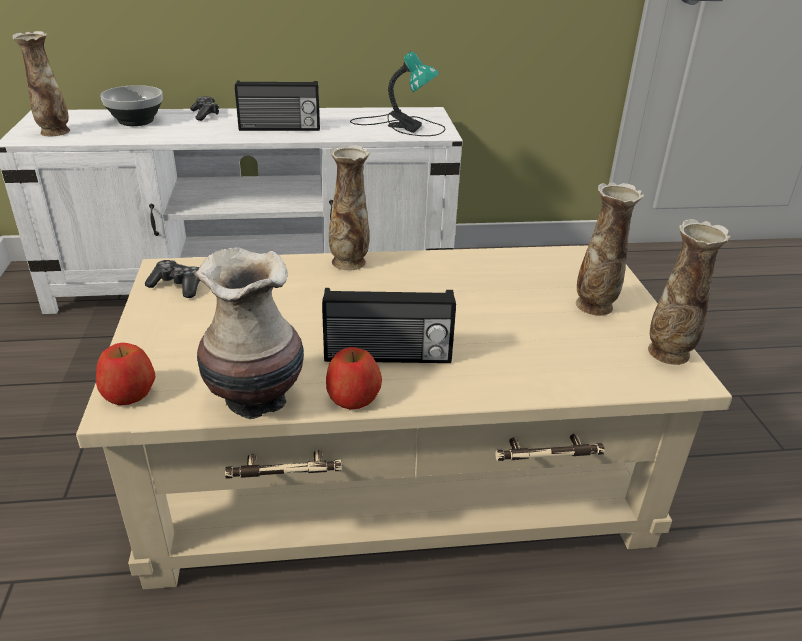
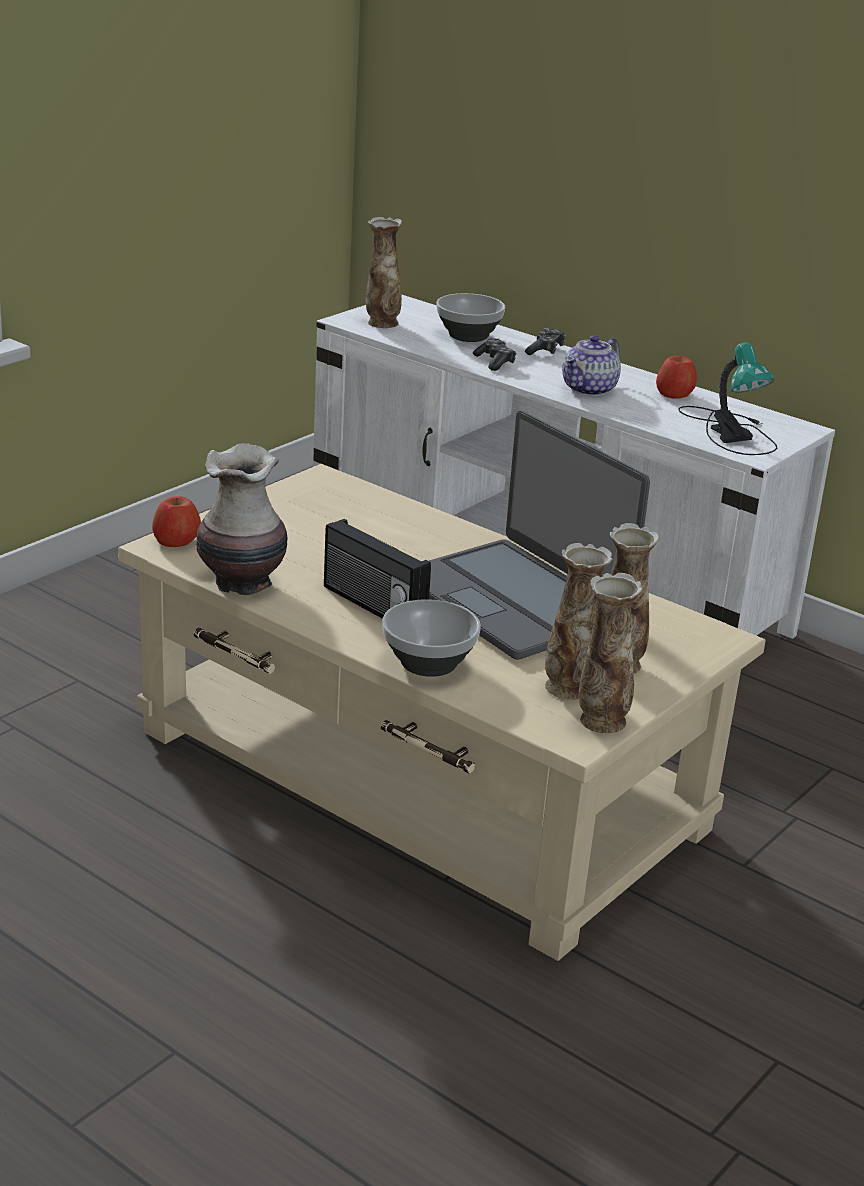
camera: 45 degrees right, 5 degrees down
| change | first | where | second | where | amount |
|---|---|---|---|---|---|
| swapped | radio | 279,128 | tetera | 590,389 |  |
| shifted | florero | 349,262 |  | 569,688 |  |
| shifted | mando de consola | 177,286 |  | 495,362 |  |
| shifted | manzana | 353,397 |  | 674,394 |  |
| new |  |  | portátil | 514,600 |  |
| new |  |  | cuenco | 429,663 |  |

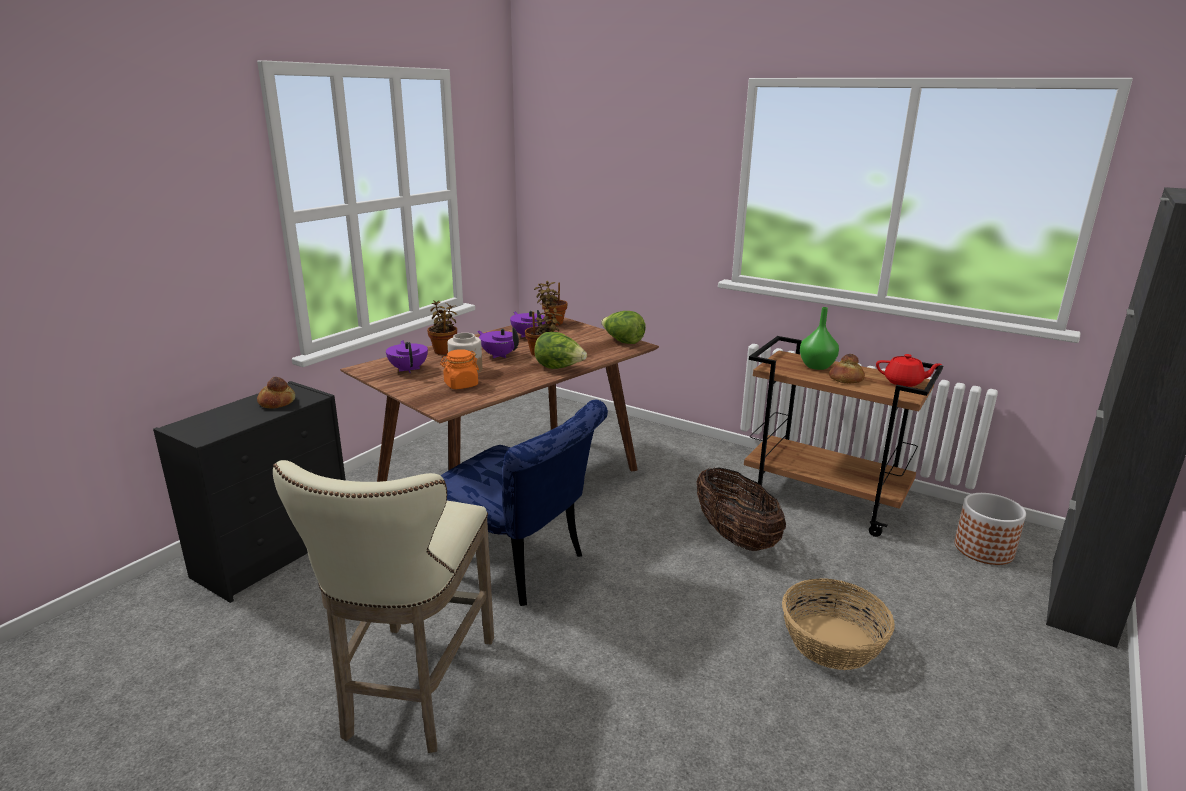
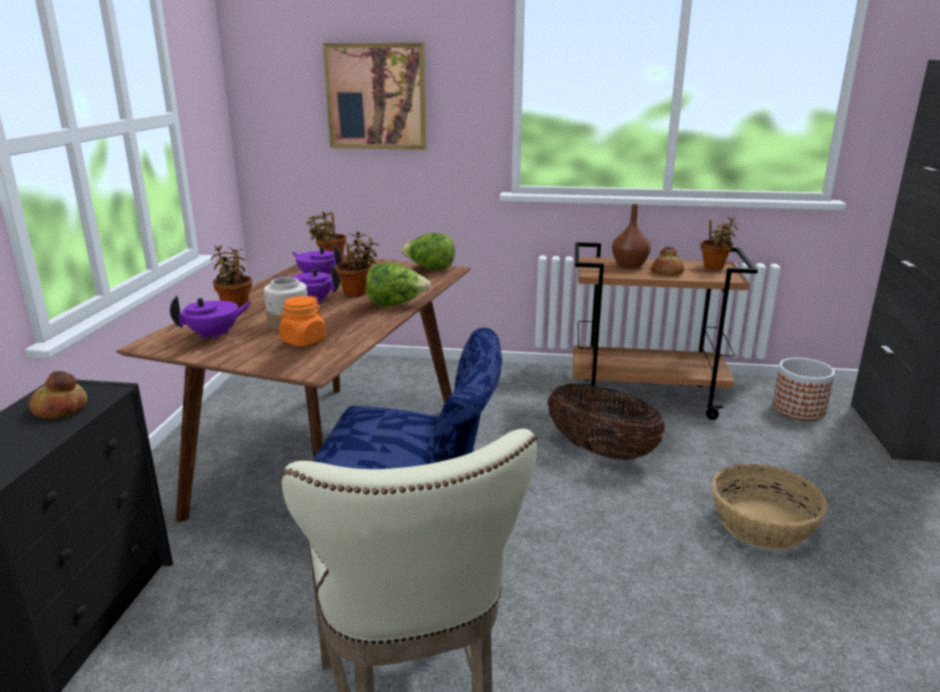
camera: 25 degrees left, 0 degrees up
| change | first | where | second | where | amount |
|---|---|---|---|---|---|
| repainted | florero/verde | 816,366 | florero/marrón | 629,265 |  |
| rotated | tetera/morado | 409,369 |  | 215,335 | 105 degrees clockwise |
| swapped | tetera/rojo | 904,382 | planta en maceta | 714,267 |  |
| new |  |  | cuadro | 376,96 |  |

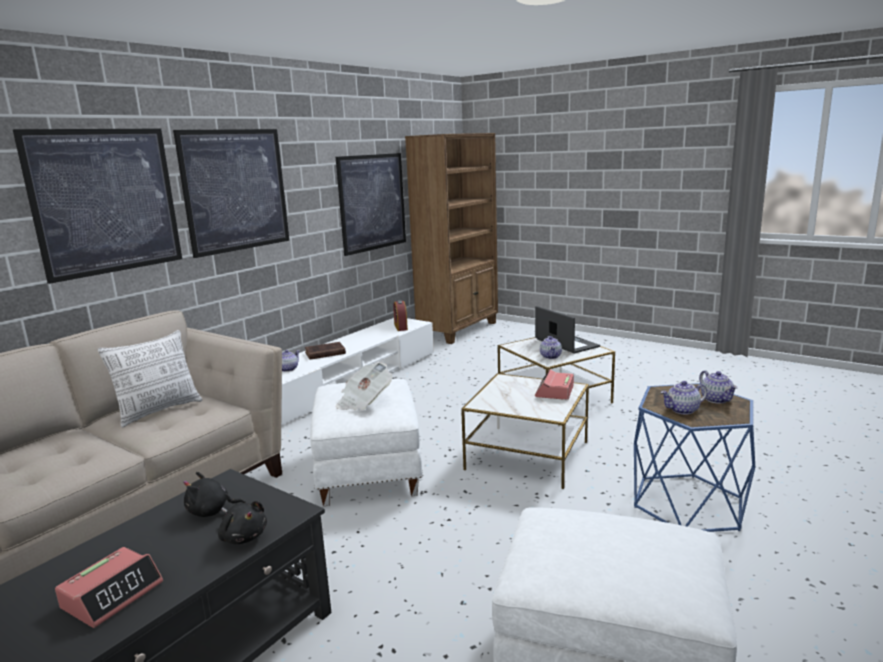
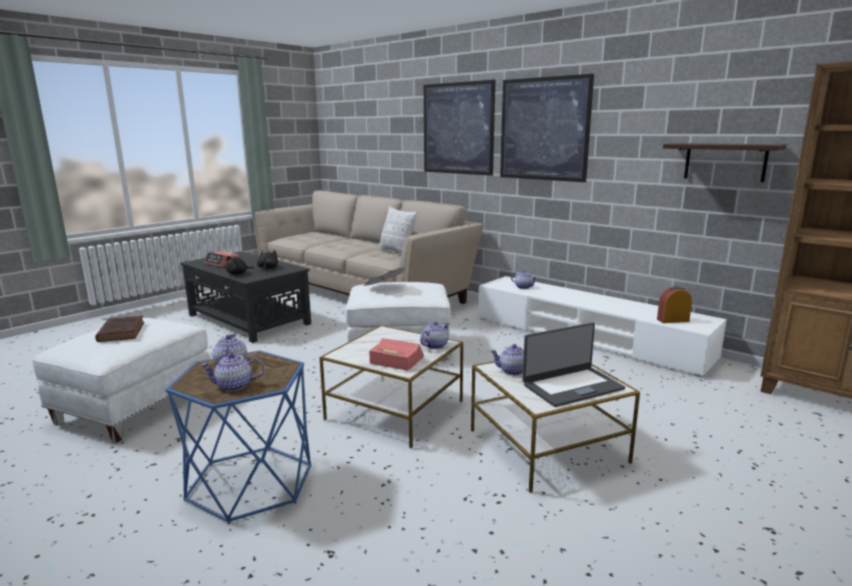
camera: 95 degrees right, 0 degrees up
| change | first | where | second | where | amount |
|---|---|---|---|---|---|
| swapped | cuadro | 372,202 | estante | 725,162 |  |
| shifted | libro/marrón | 324,353 |  | 121,331 |  |
| new |  |  | tetera | 435,345 |  |

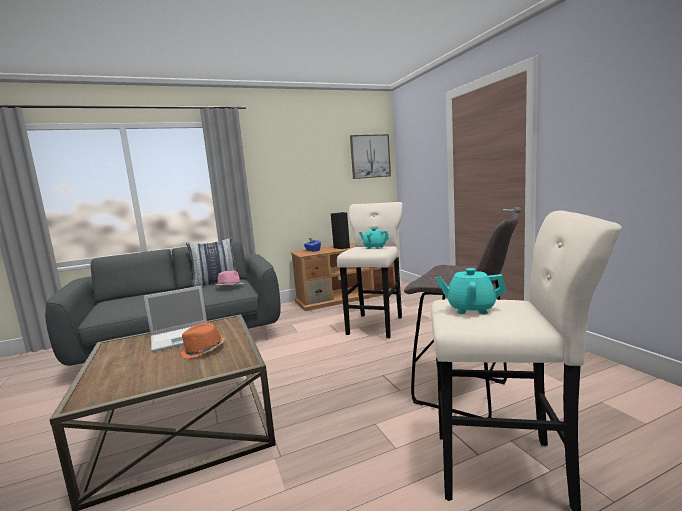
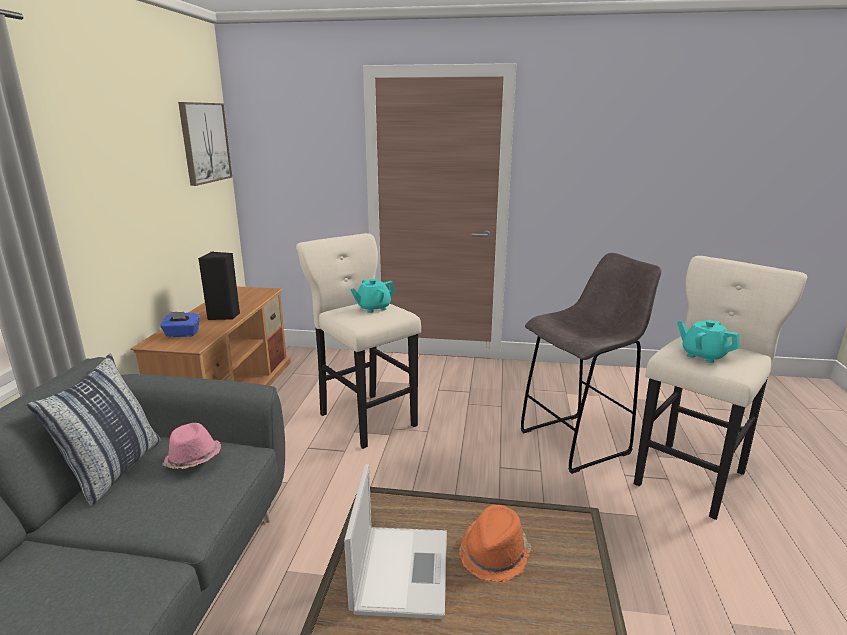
camera: 60 degrees left, 10 degrees up
| change | first | where | second | where | amount |
|---|---|---|---|---|---|
| rotated | tetera/turquesa | 470,309 |  | 703,355 | 90 degrees clockwise |

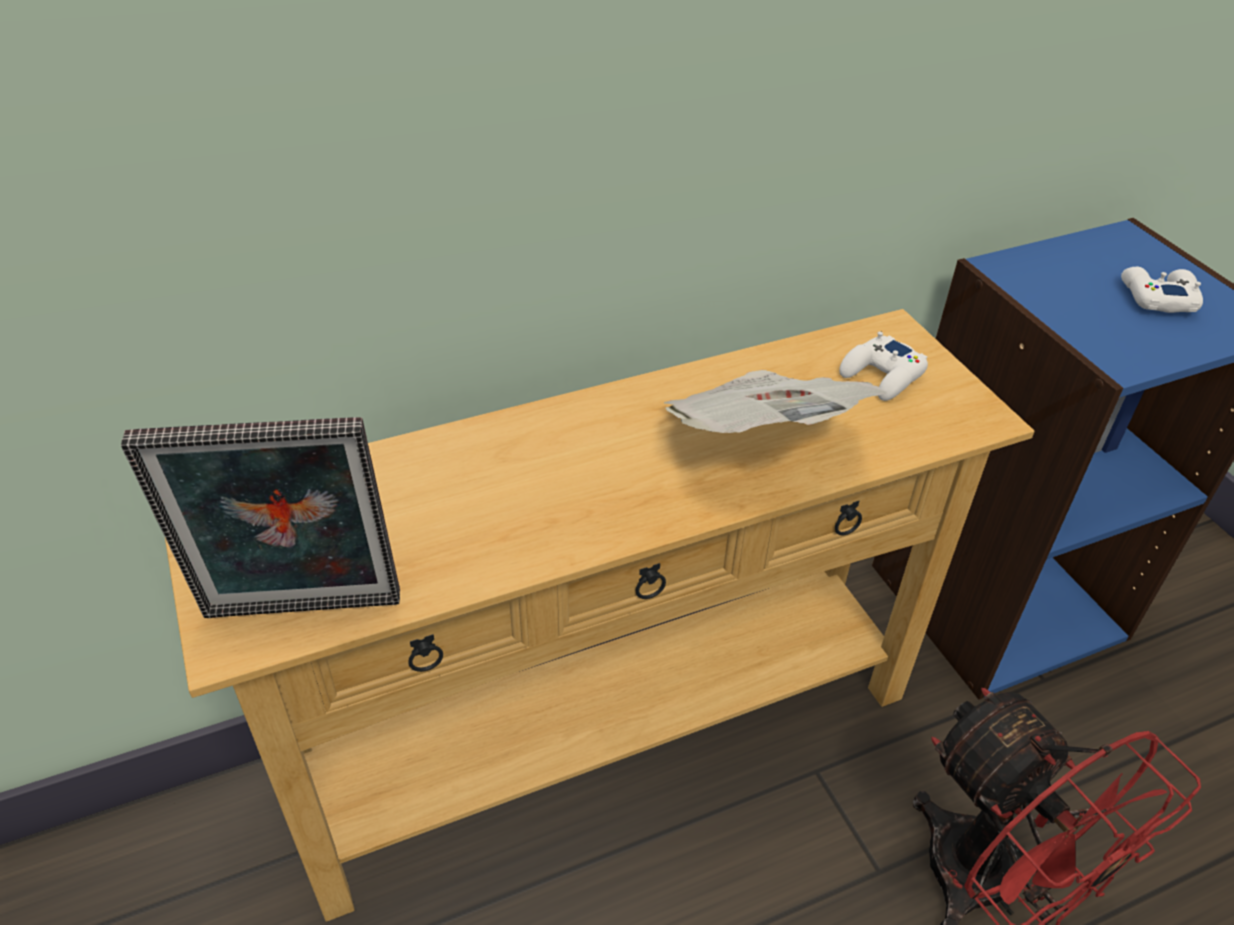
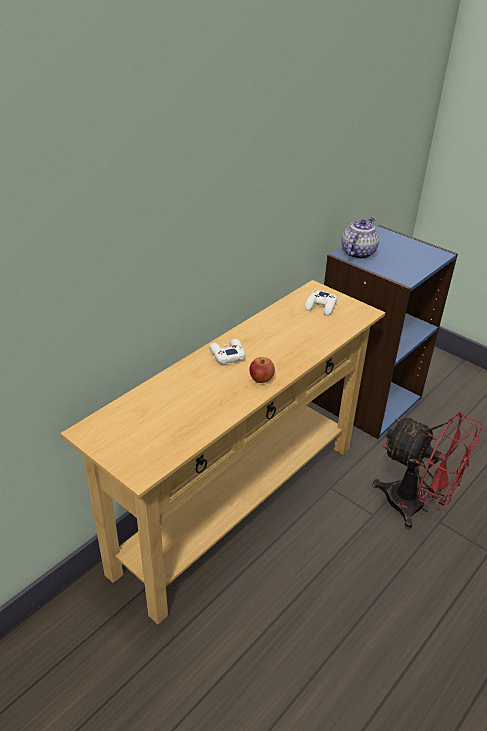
camera: 25 degrees left, 5 degrees down
| change | first | where | second | where | amount |
|---|---|---|---|---|---|
| shifted | mando de consola/blanco | 1157,297 |  | 227,355 |  |
| gone | periódico | 762,441 |  |  |  |
| gone | portarretratos | 302,614 |  |  |  |
| new |  |  | tetera | 358,252 |  |
| new |  |  | manzana | 261,380 |  |

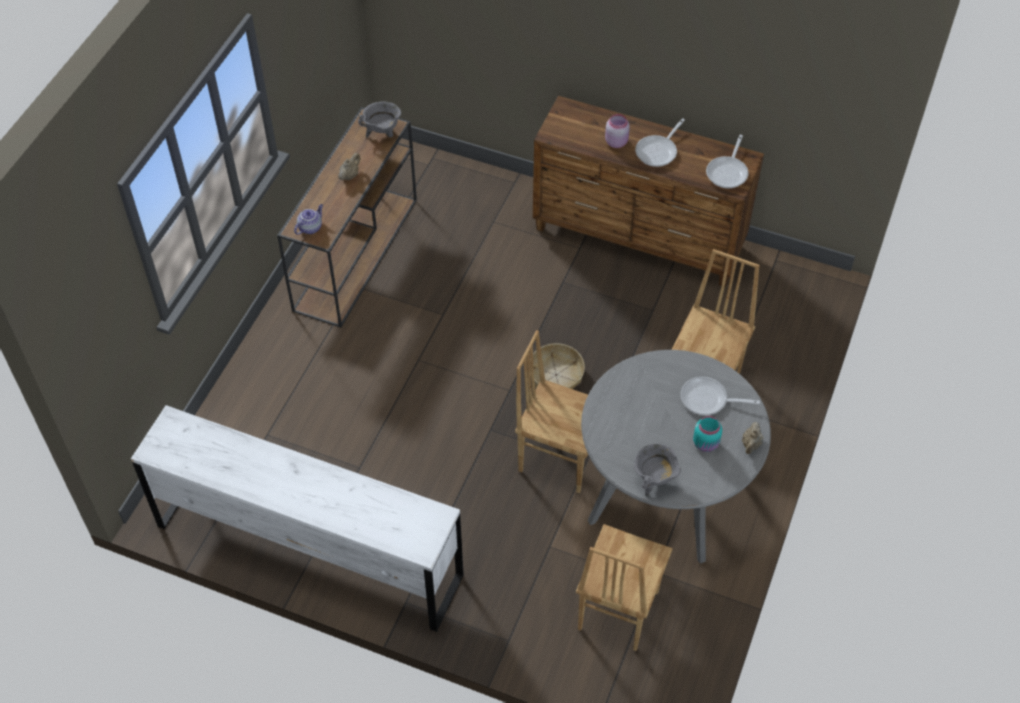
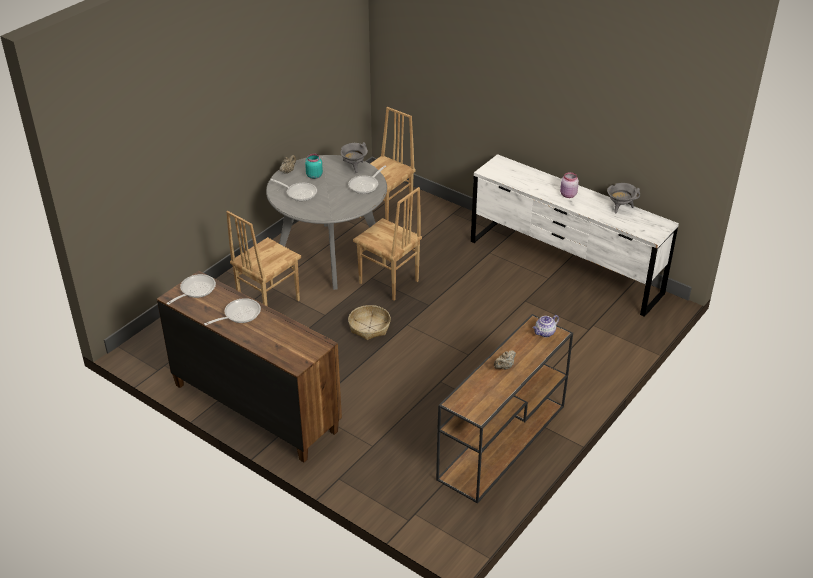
camera: 165 degrees left, 15 degrees down
| change | first | where | second | where | amount |
|---|---|---|---|---|---|
| shifted | olla/gris | 382,133 |  | 620,207 |  |
| shifted | tarro/rosa | 616,141 |  | 568,195 |  |
| new |  |  | sartén | 365,185 |  |

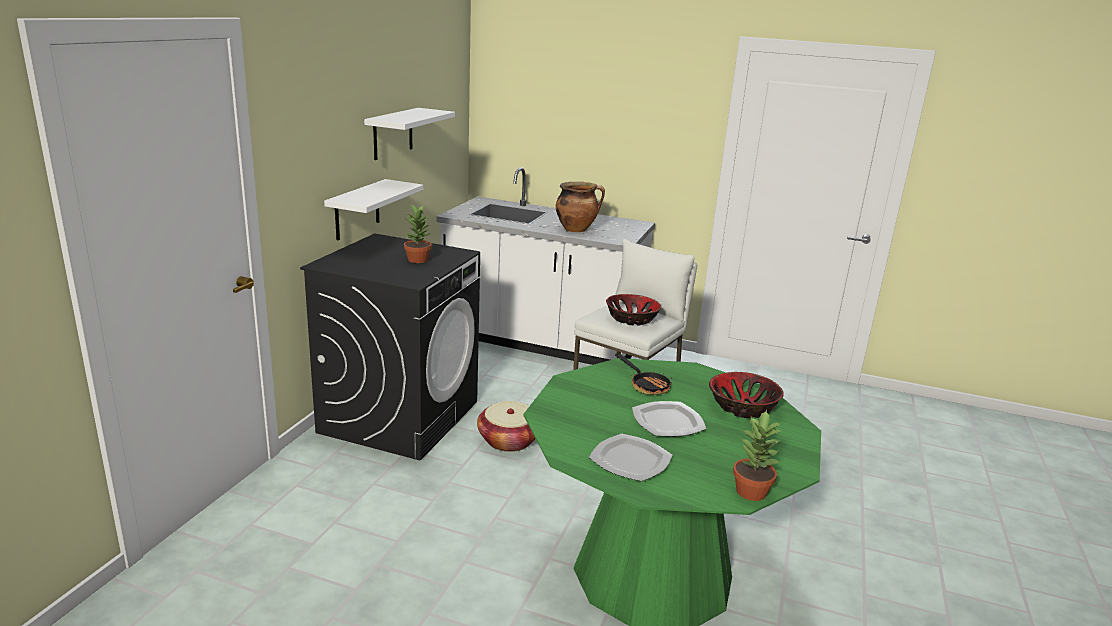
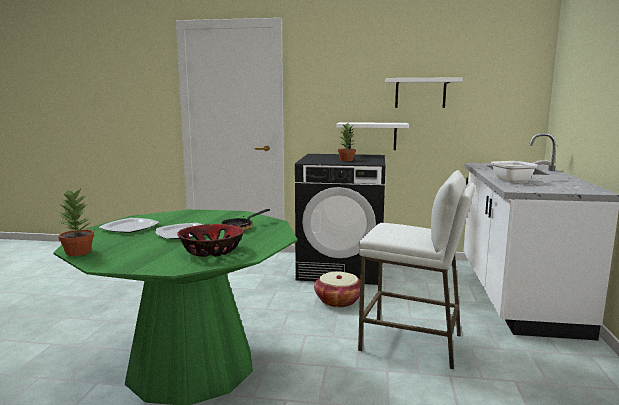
camera: 80 degrees right, 10 degrees down
| change | first | where | second | where | amount |
|---|---|---|---|---|---|
| swapped | olla | 577,229 | sartén | 516,180 |  |
| gone | cuenco | 632,319 |  |  |  |

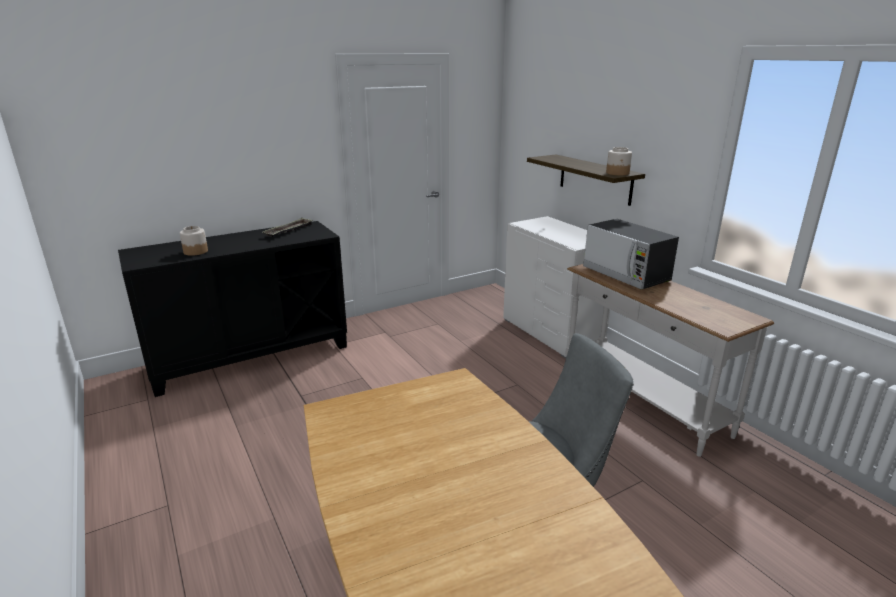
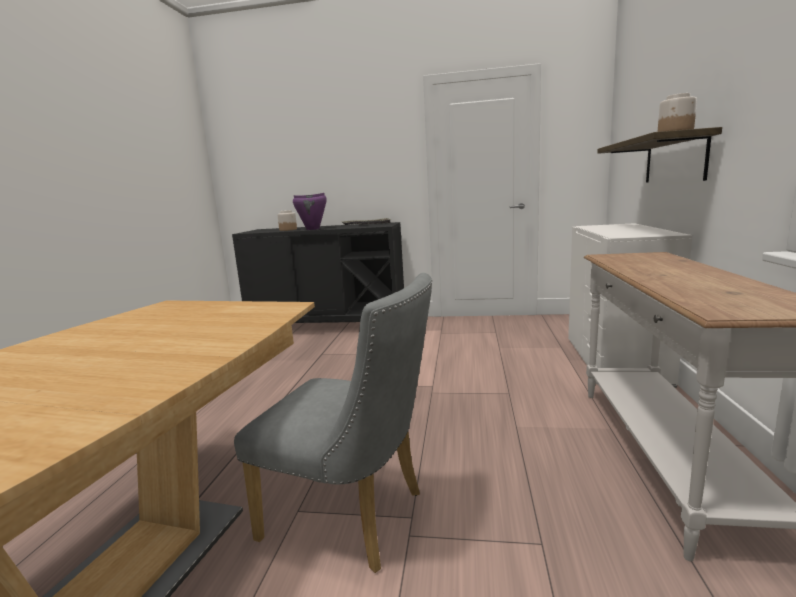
camera: 40 degrees right, 10 degrees down
| change | first | where | second | where | amount |
|---|---|---|---|---|---|
| gone | microondas | 626,274 |  |  |  |
| new |  |  | olla/morado | 313,229 |  |

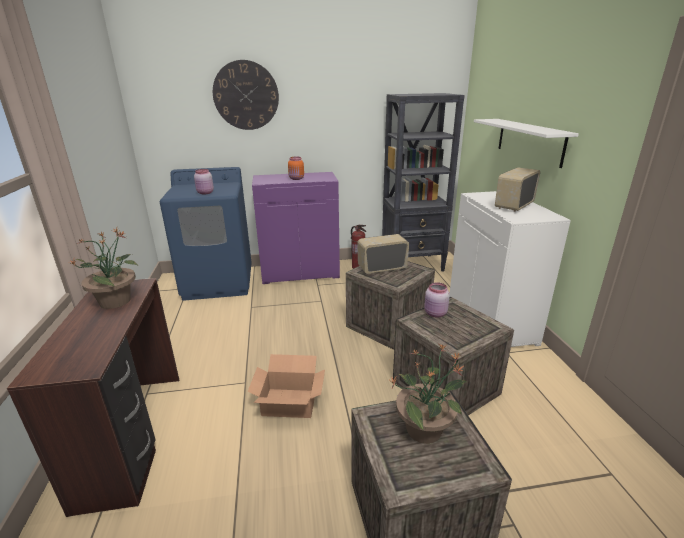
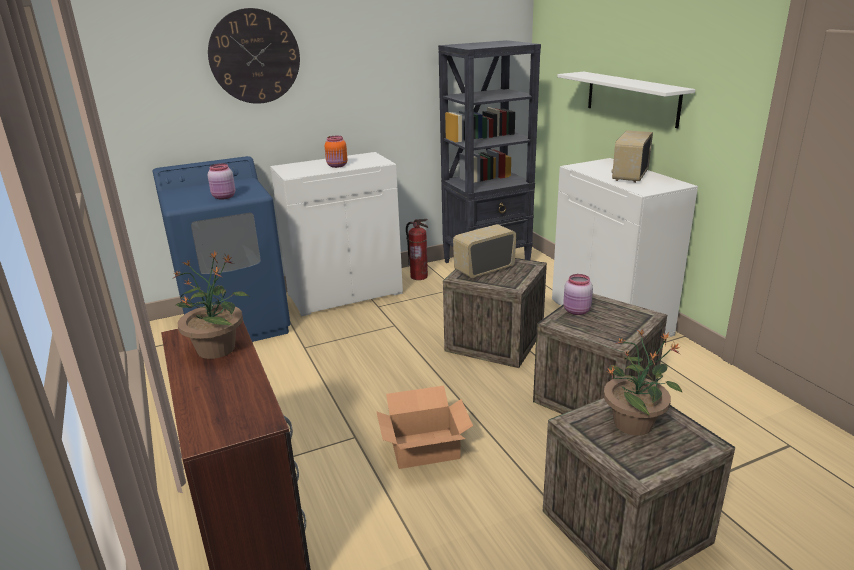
camera: 15 degrees left, 0 degrees up
| change | first | where | second | where | amount |
|---|---|---|---|---|---|
| repainted | armario/morado | 300,272 | armario/blanco | 345,293 |  |

